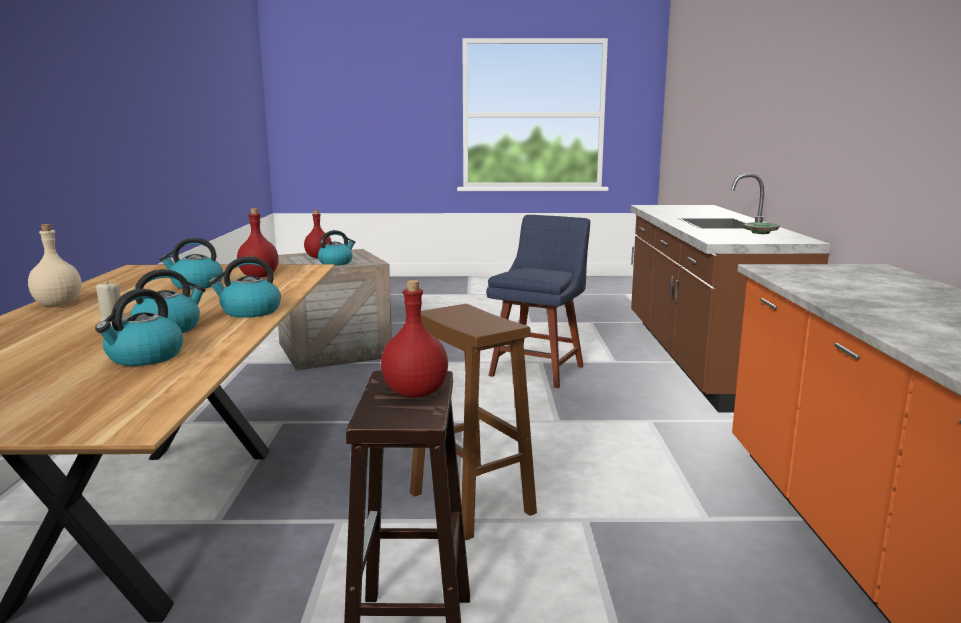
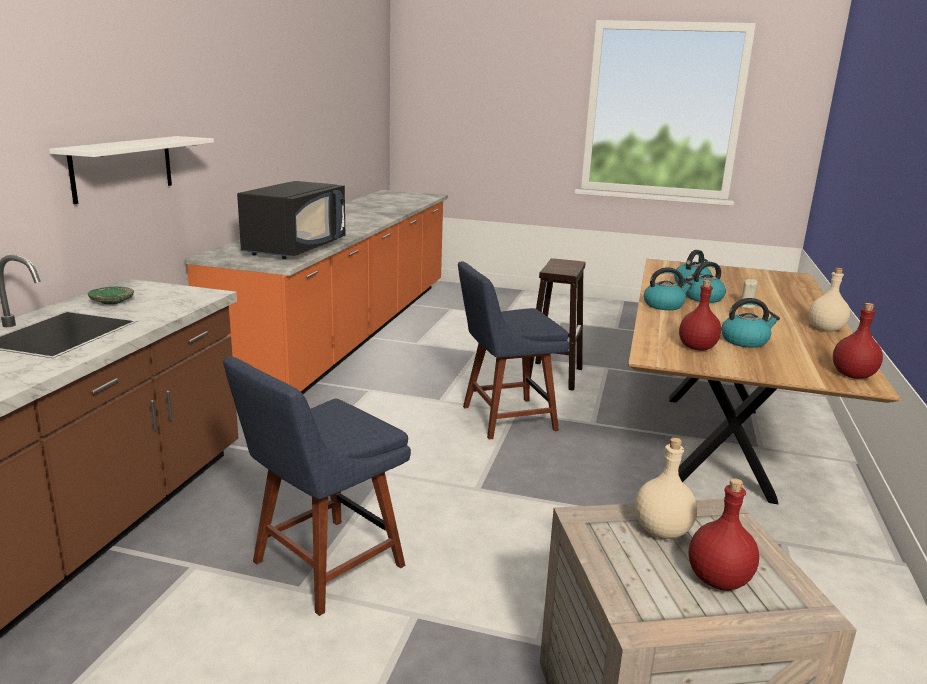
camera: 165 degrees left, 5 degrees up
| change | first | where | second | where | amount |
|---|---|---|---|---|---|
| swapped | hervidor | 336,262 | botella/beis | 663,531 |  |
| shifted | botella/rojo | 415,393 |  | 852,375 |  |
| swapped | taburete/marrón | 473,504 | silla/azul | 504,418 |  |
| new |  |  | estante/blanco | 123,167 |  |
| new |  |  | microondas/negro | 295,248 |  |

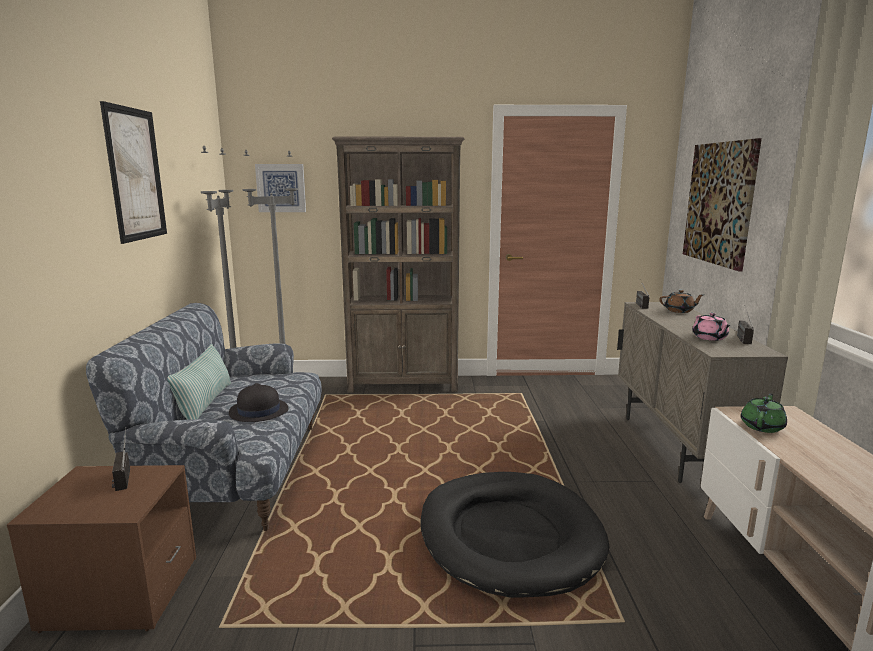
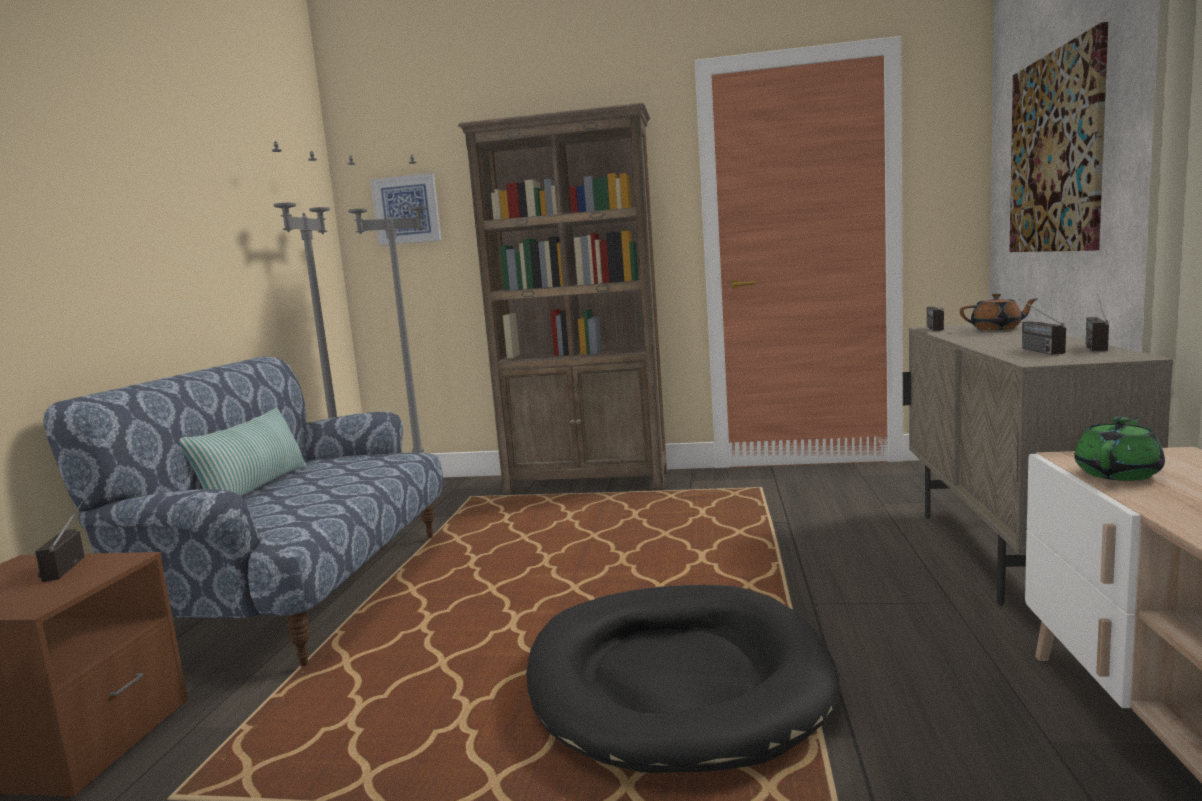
camera: 10 degrees right, 5 degrees down
| change | first | where | second | where | amount |
|---|---|---|---|---|---|
| gone | cuadro | 135,174 |  |  |  |
| swapped | tetera/rosa | 709,338 | radio | 1033,349 |  |
| gone | sombrero/negro | 258,411 |  |  |  |

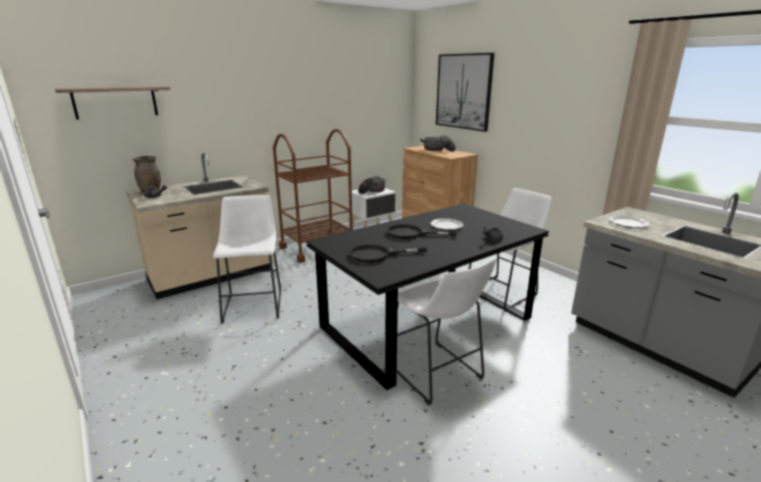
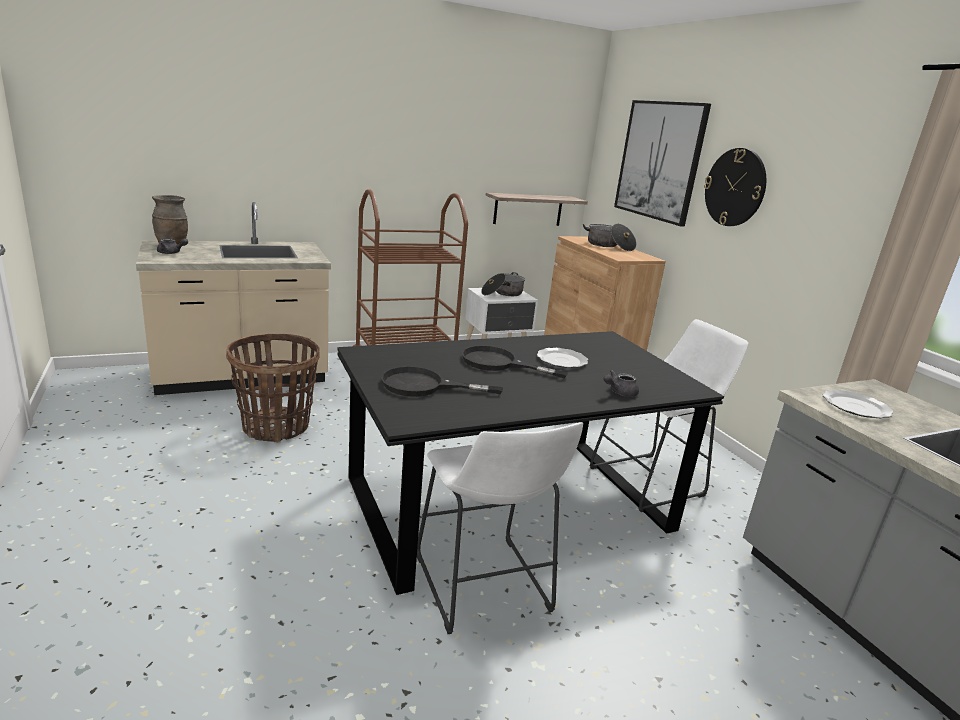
camera: 10 degrees right, 0 degrees up
| change | first | where | second | where | amount |
|---|---|---|---|---|---|
| shifted | estante | 115,102 |  | 528,209 |  |
| swapped | taburete/blanco | 254,304 | cesta | 276,426 |  |
| new |  |  | reloj de pared | 735,187 |  |

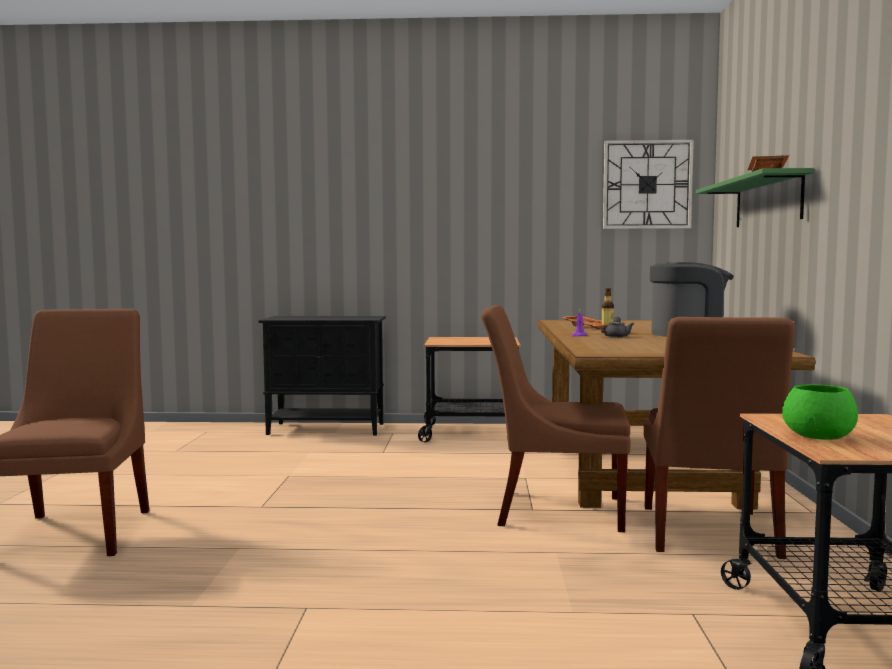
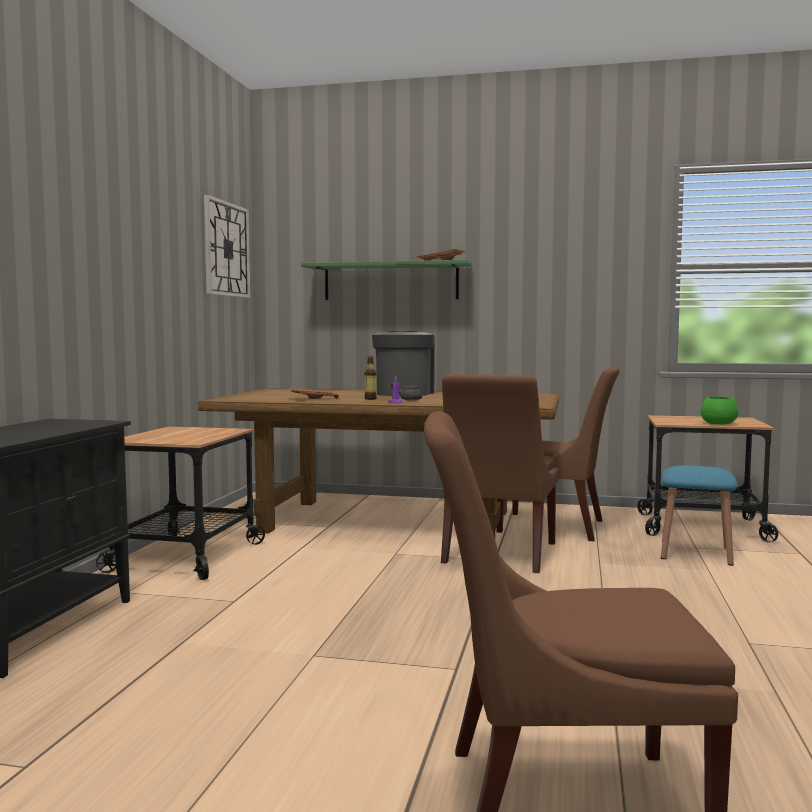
camera: 80 degrees left, 0 degrees up
| change | first | where | second | where | amount |
|---|---|---|---|---|---|
| new |  |  | taburete/azul | 695,553 |  |

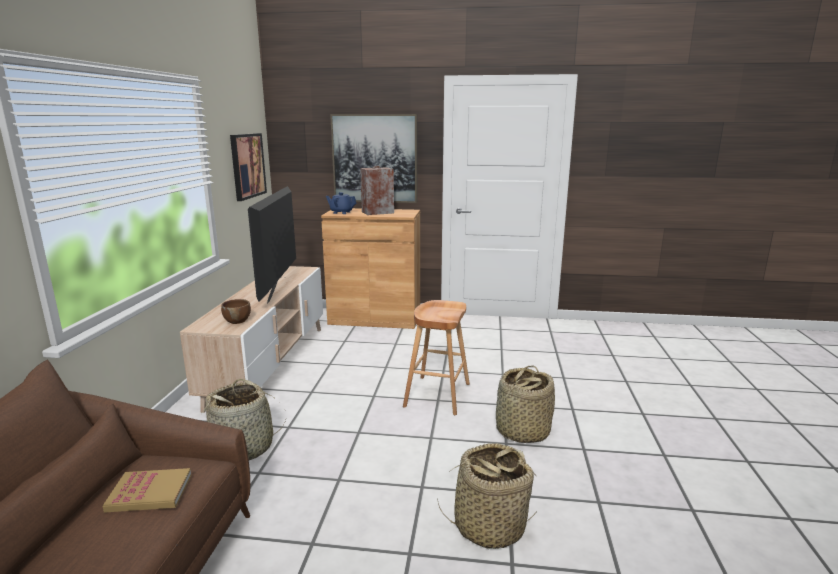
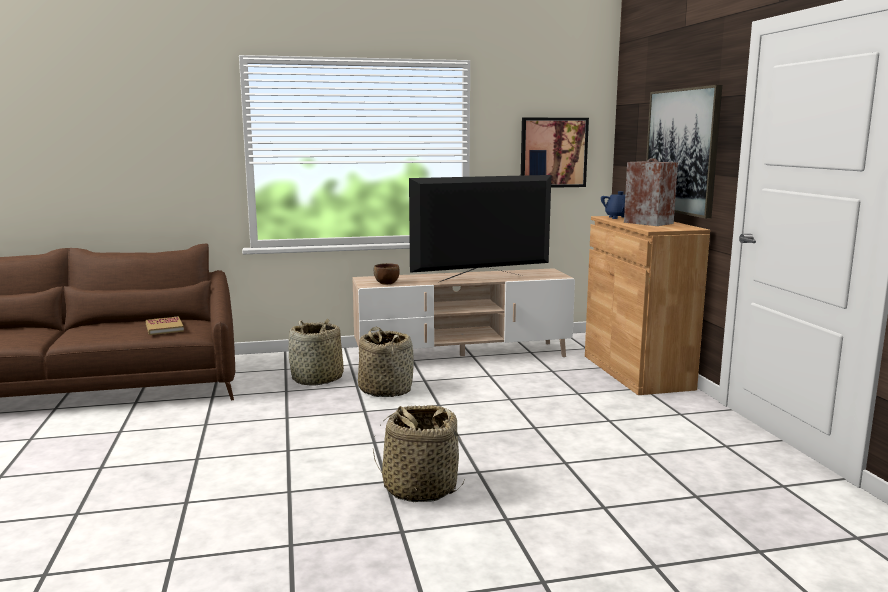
camera: 70 degrees right, 5 degrees down
| change | first | where | second | where | amount |
|---|---|---|---|---|---|
| gone | taburete/marrón | 437,395 |  |  |  |
| shifted | cesta | 489,525 |  | 385,390 |  |

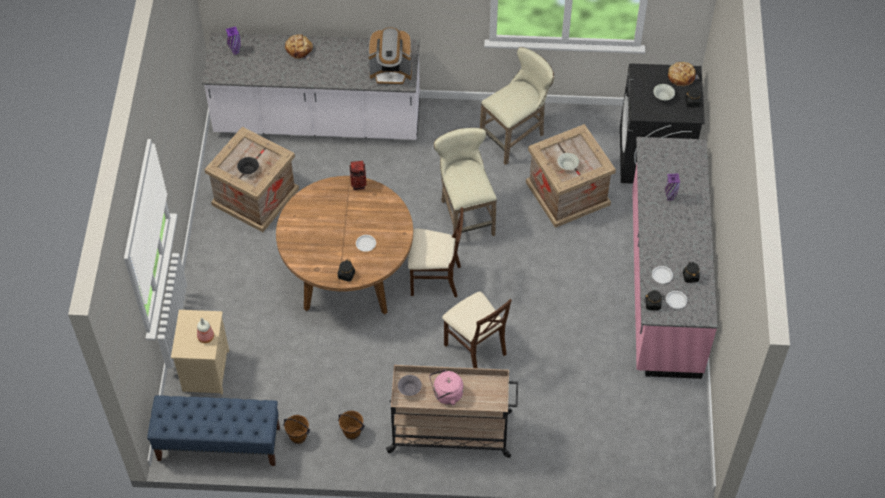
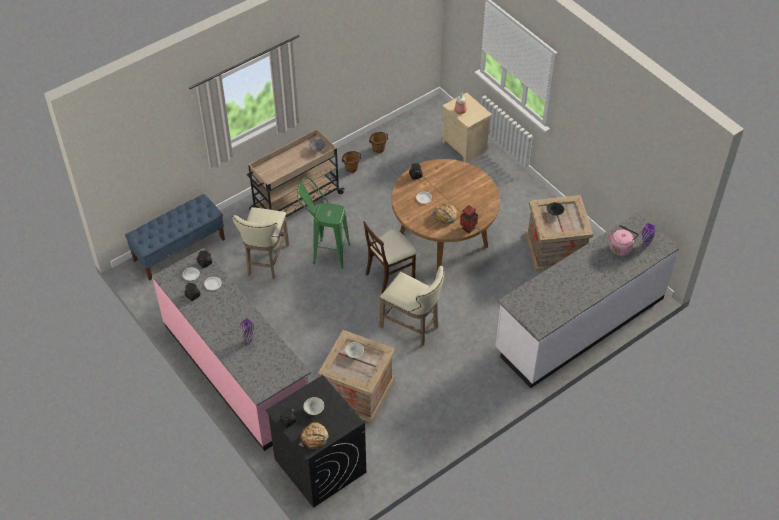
camera: 140 degrees right, 5 degrees down
| change | first | where | second | where | amount |
|---|---|---|---|---|---|
| gone | cafetera | 391,72 |  |  |  |
| shifted | pan | 299,49 |  | 445,216 |  |
| shifted | taburete/beis | 516,137 |  | 265,261 |  |
| swapped | silla/beis | 475,348 | taburete/verde | 325,253 |  |
| shifted | hervidor/rosa | 446,394 |  | 620,247 |  |
| shifted | banco/azul | 218,444 |  | 179,249 |  |

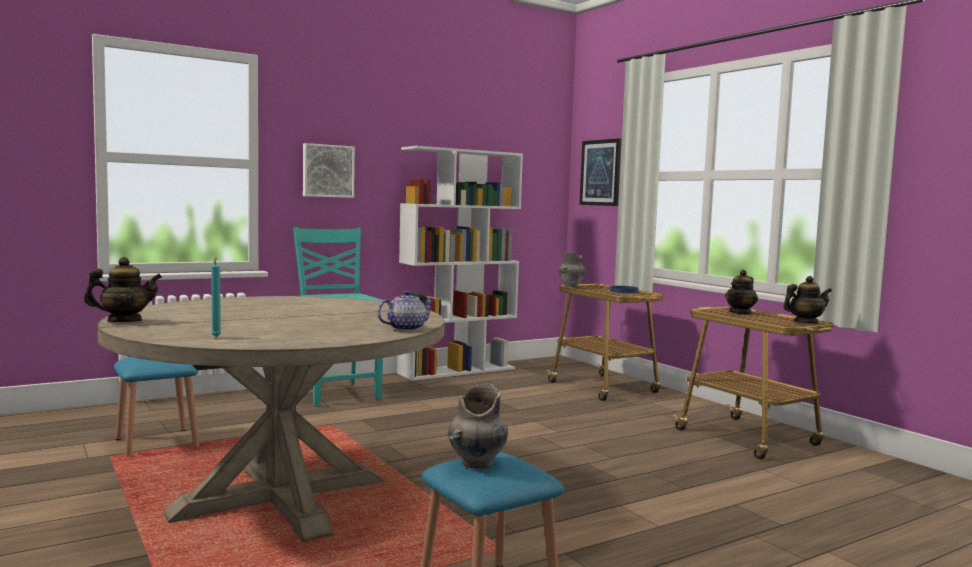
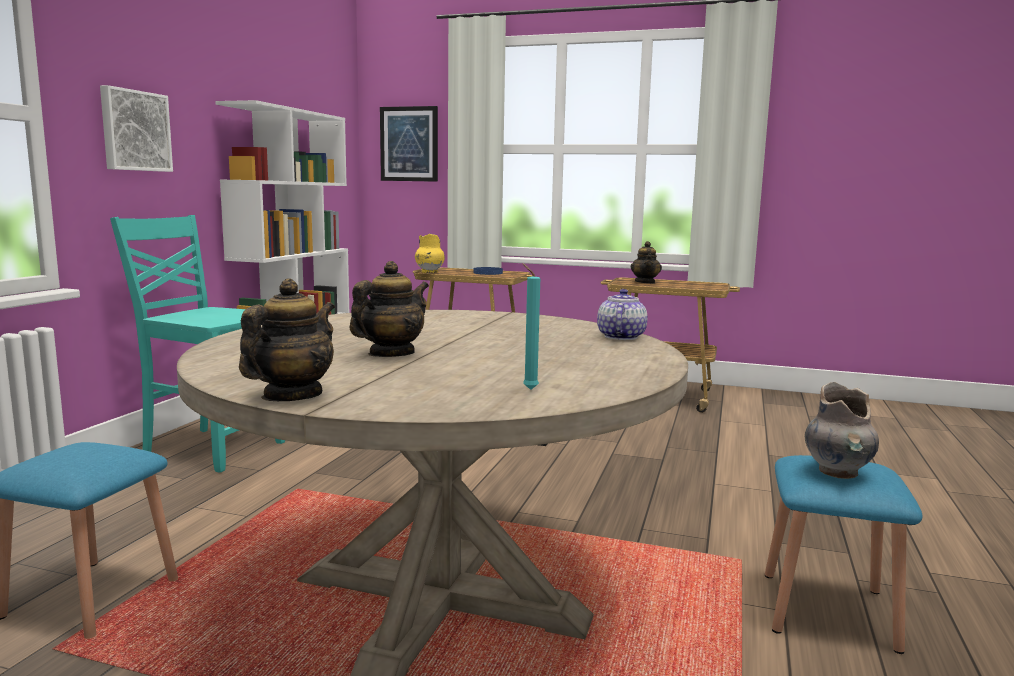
camera: 40 degrees left, 5 degrees up
| change | first | where | second | where | amount |
|---|---|---|---|---|---|
| repainted | florero/gris | 571,286 | florero/amarillo | 429,272 |  |
| shifted | tetera | 805,323 |  | 391,354 |  |

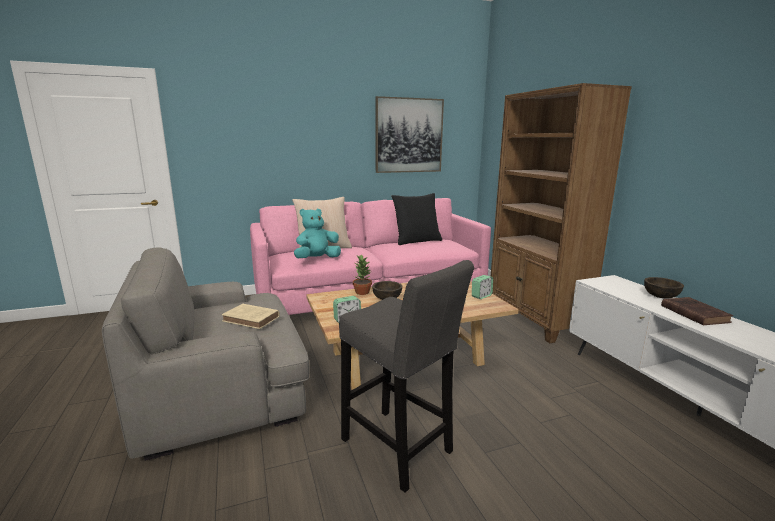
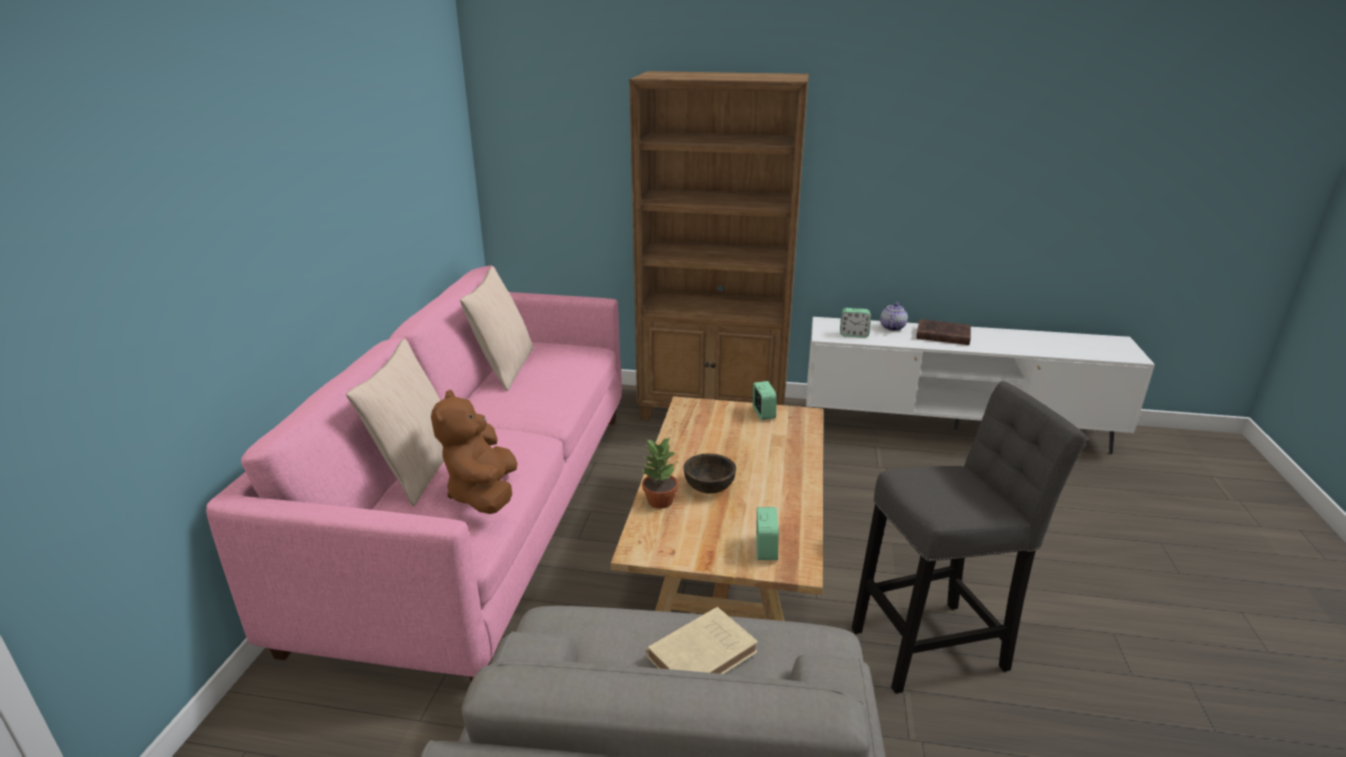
camera: 60 degrees left, 10 degrees up
| change | first | where | second | where | amount |
|---|---|---|---|---|---|
| gone | cuadro | 409,135 |  |  |  |
| repainted | cojín/negro | 416,241 | cojín/beis | 504,368 |  |
| repainted | peluche/turquesa | 317,259 | peluche/marrón | 484,494 |  |
| swapped | cuenco/marrón | 660,296 | tetera | 891,327 |  |
| new |  |  | despertador | 853,334 |  |

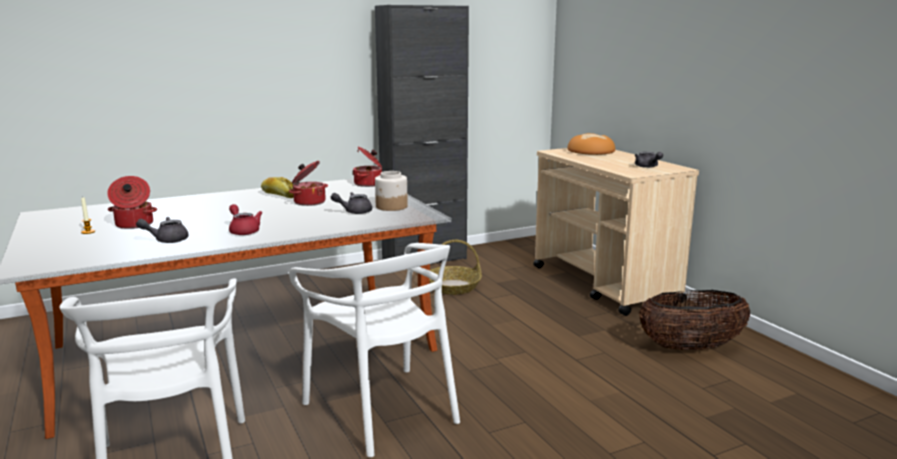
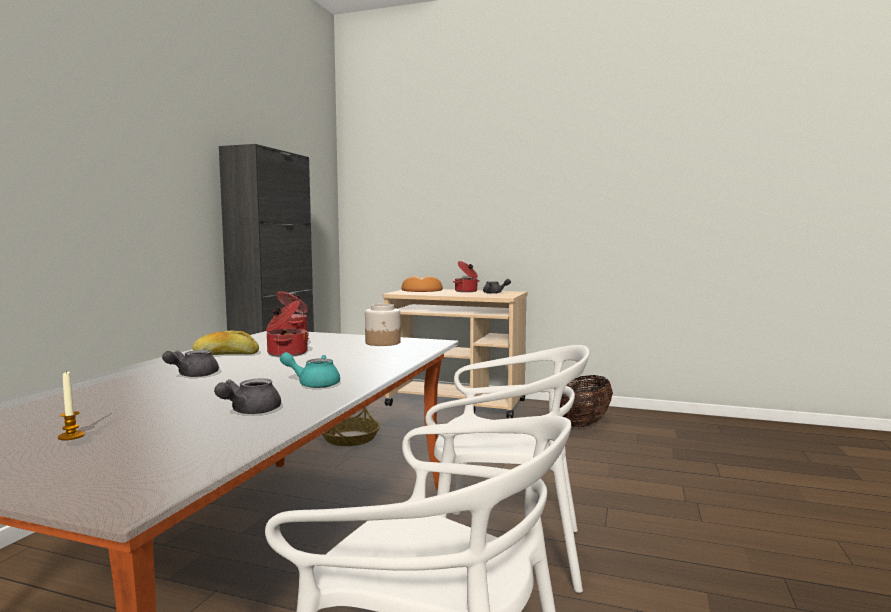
camera: 45 degrees left, 10 degrees down
| change | first | where | second | where | amount |
|---|---|---|---|---|---|
| shifted | olla | 134,225 |  | 466,291 |  |
| shifted | tetera/gris | 354,212 |  | 192,375 |  |
| repainted | tetera/rojo | 243,231 | tetera/turquesa | 313,384 |  |

